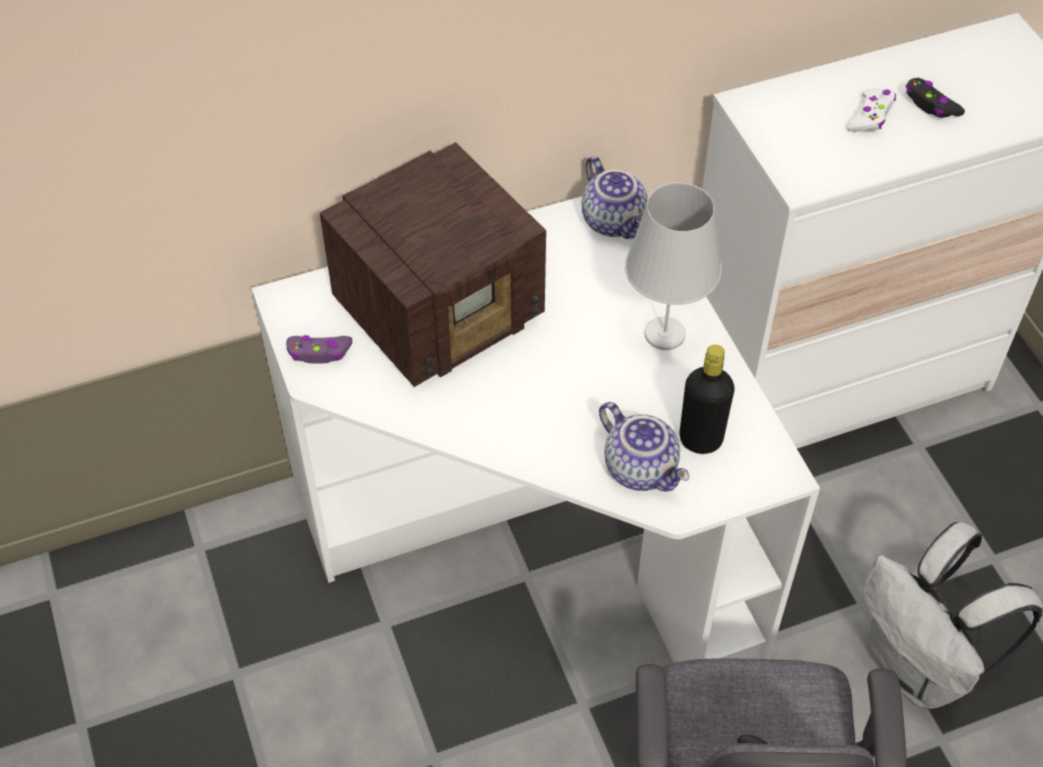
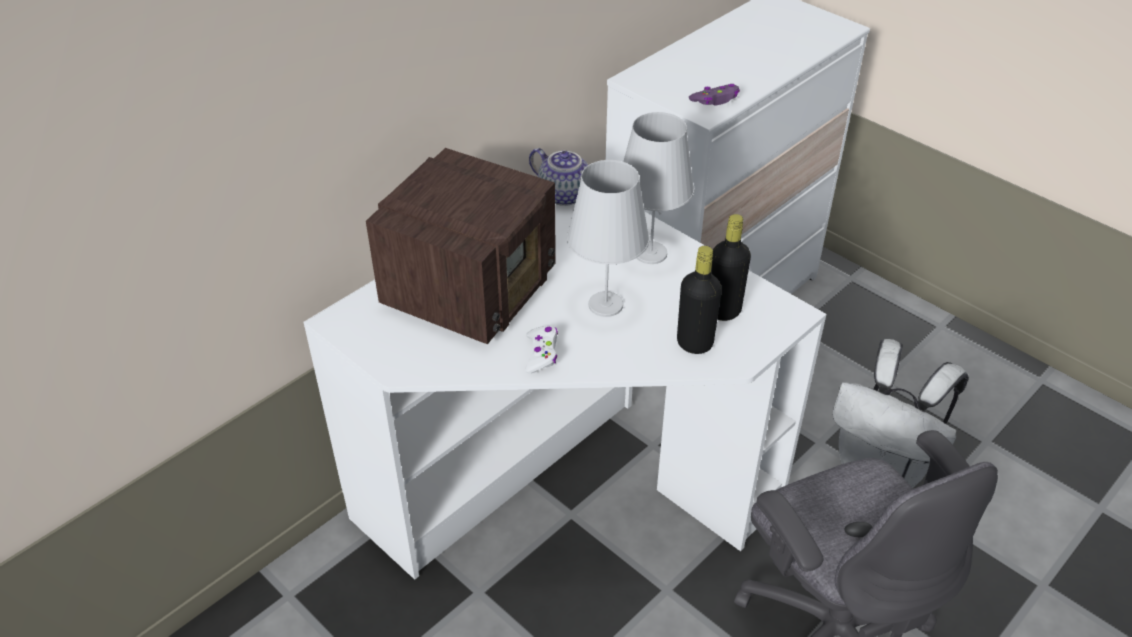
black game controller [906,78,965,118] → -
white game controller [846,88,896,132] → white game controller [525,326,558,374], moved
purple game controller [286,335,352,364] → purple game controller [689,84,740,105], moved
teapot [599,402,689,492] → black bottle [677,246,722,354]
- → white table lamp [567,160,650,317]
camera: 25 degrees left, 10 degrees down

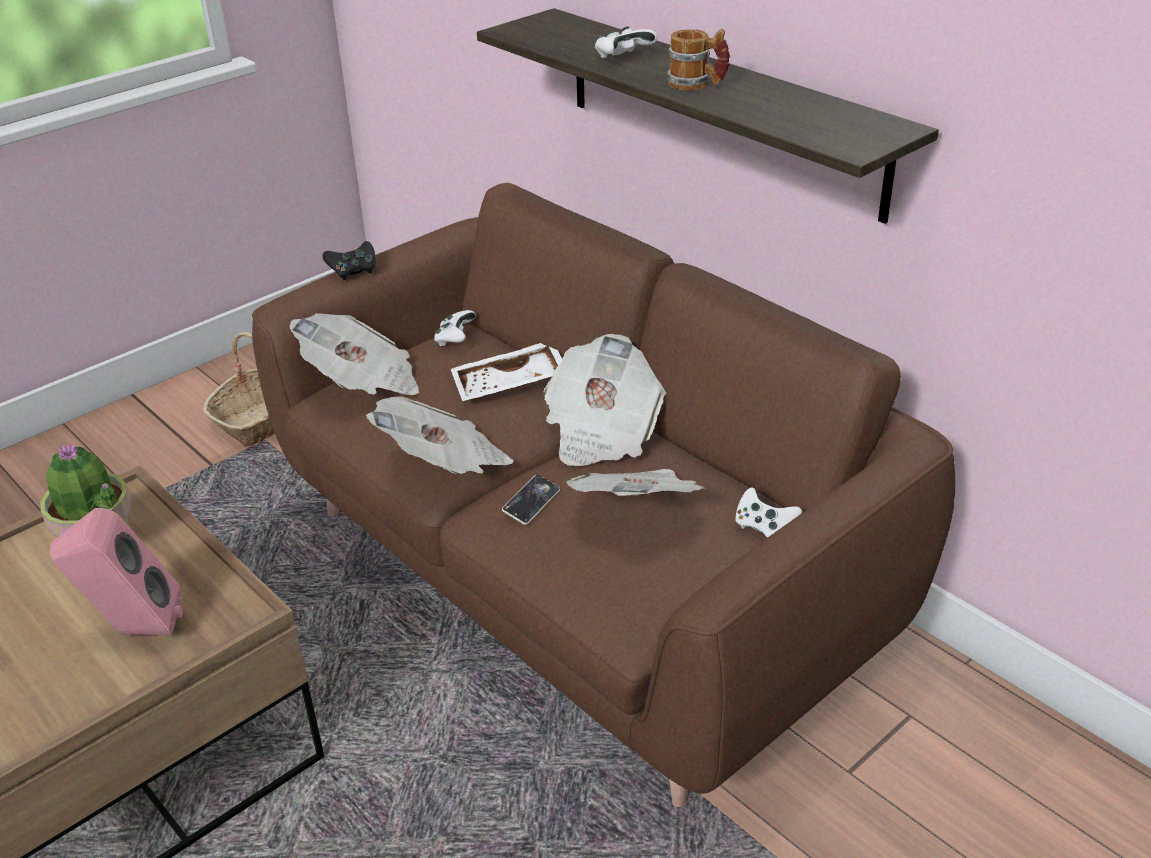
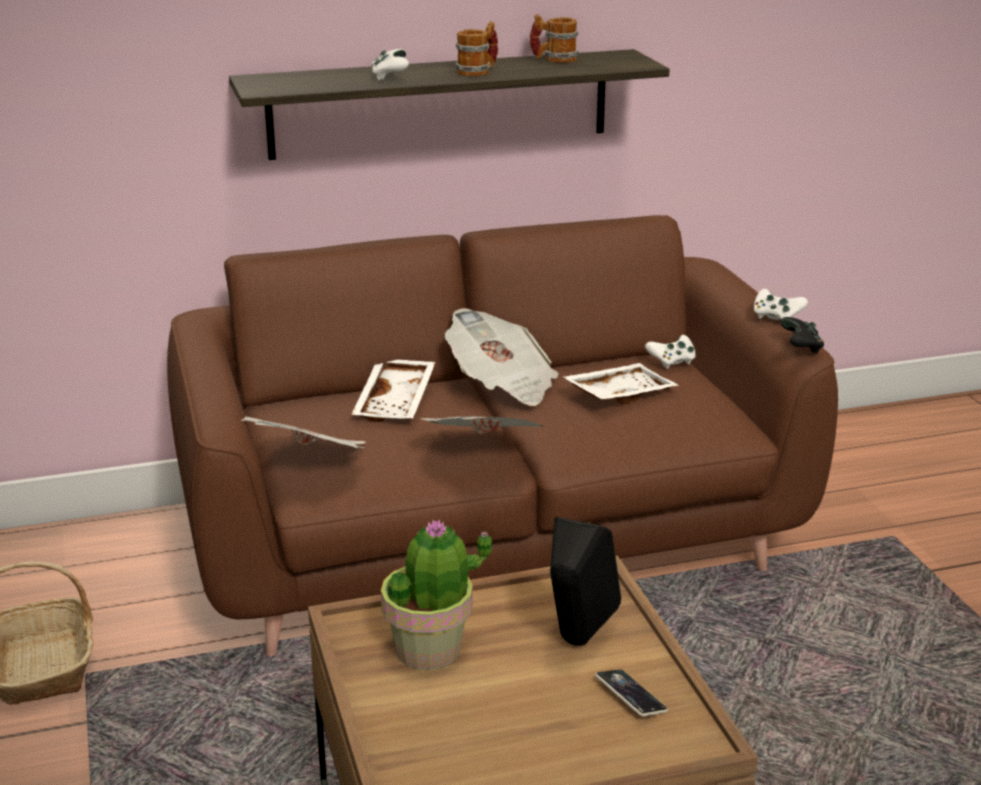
black game controller [322,241,376,280] → black game controller [780,317,824,353], moved
white game controller [434,310,476,346] → white game controller [754,289,808,320], moved
newspaper [566,469,706,496] → white tray [563,363,679,404]
phone [502,475,560,525] → phone [595,669,668,716], moved
pink speaker [50,508,183,636] → black speaker [550,517,621,646]
- → mug [530,14,578,63]
camera: 65 degrees left, 10 degrees down

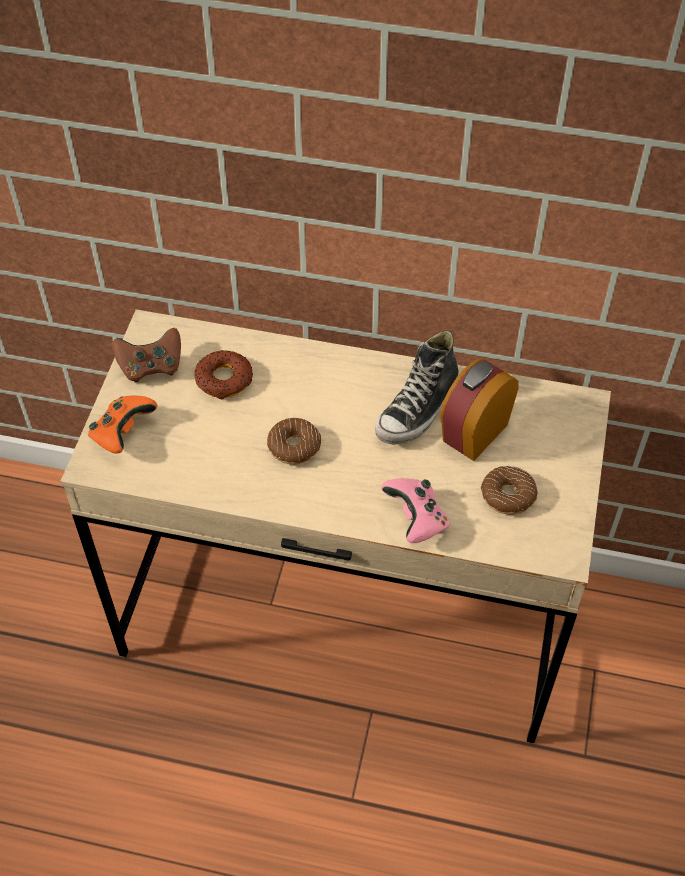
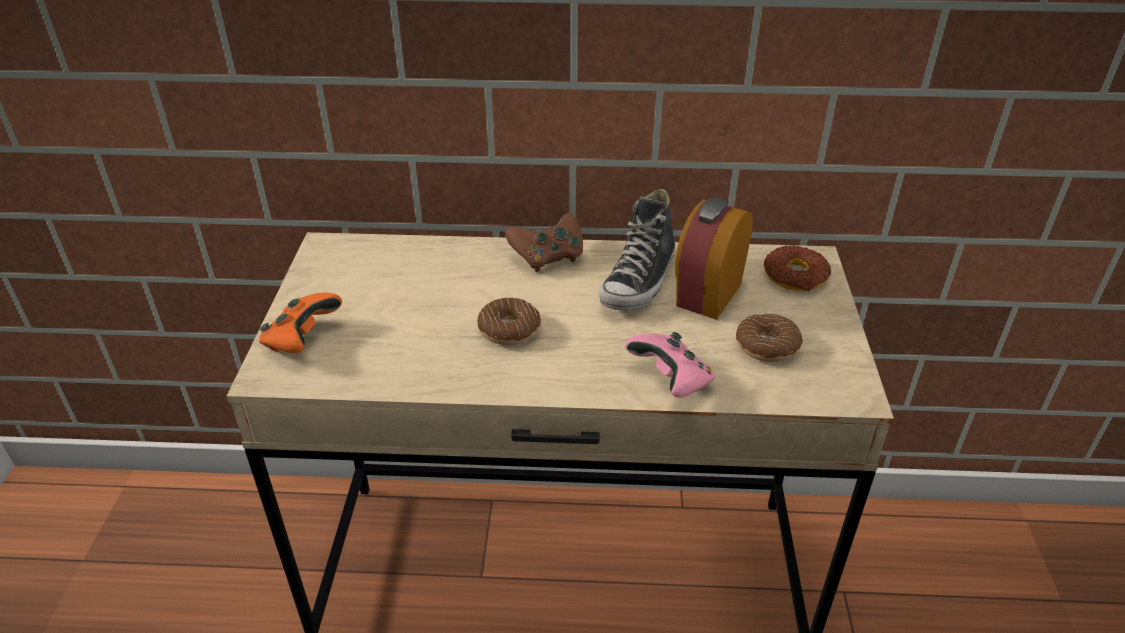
brown game controller [112,328,181,383] → brown game controller [505,213,583,272], moved
donut [195,350,253,399] → donut [764,245,831,291], moved
camera: 10 degrees left, 15 degrees down

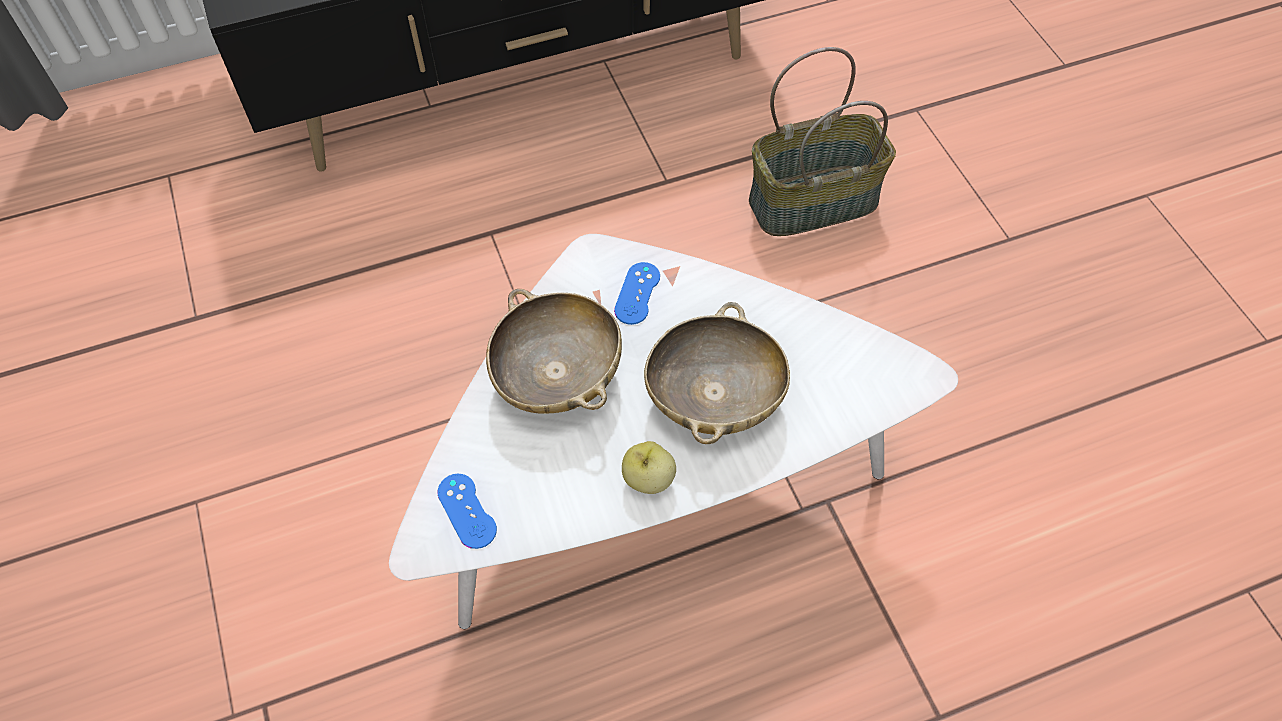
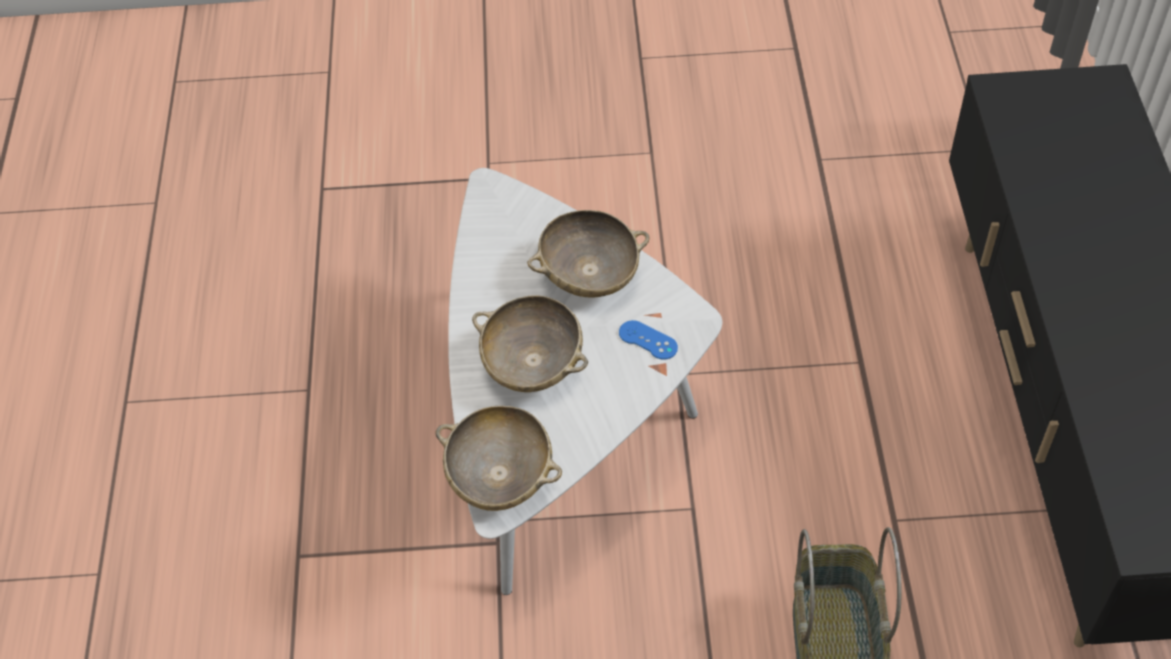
apple [622,441,676,494] → -
blue game controller [438,474,497,549] → -
- → beige bowl [436,406,562,511]
camera: 110 degrees right, 5 degrees down

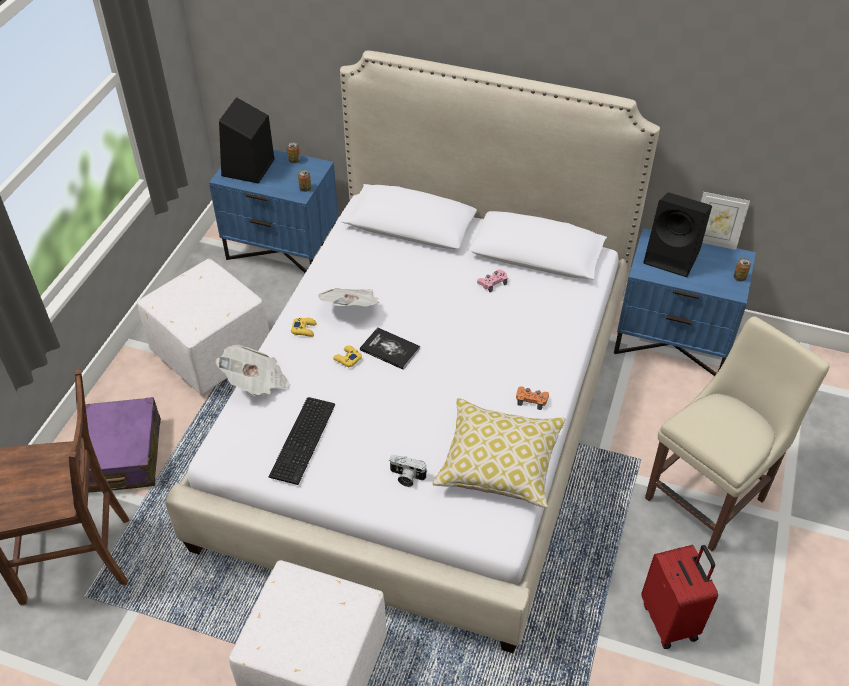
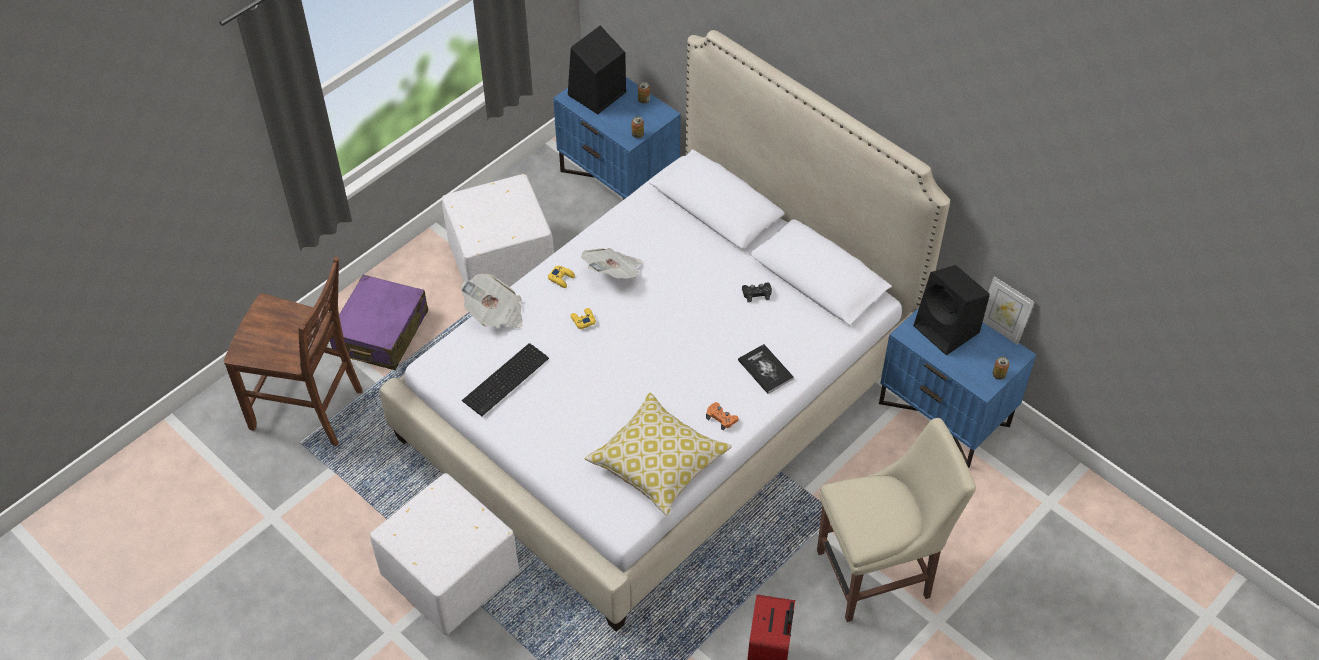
pink game controller [477,270,507,292] → black game controller [742,282,772,302]
book [360,327,420,370] → book [738,344,794,394], moved
photo camera [390,455,427,487] → -
camera: 25 degrees right, 5 degrees up

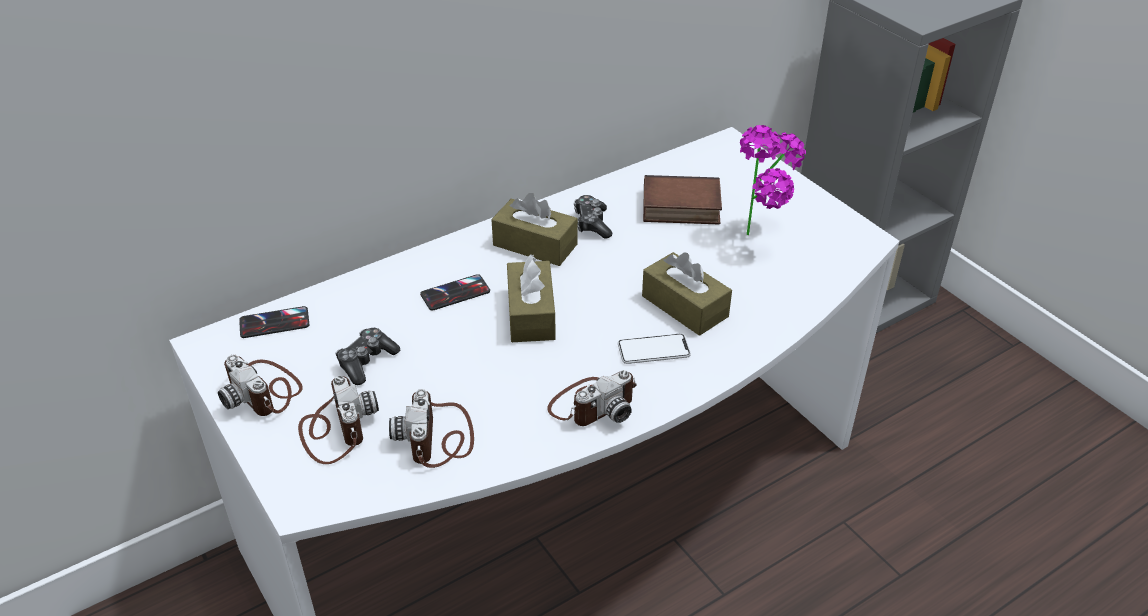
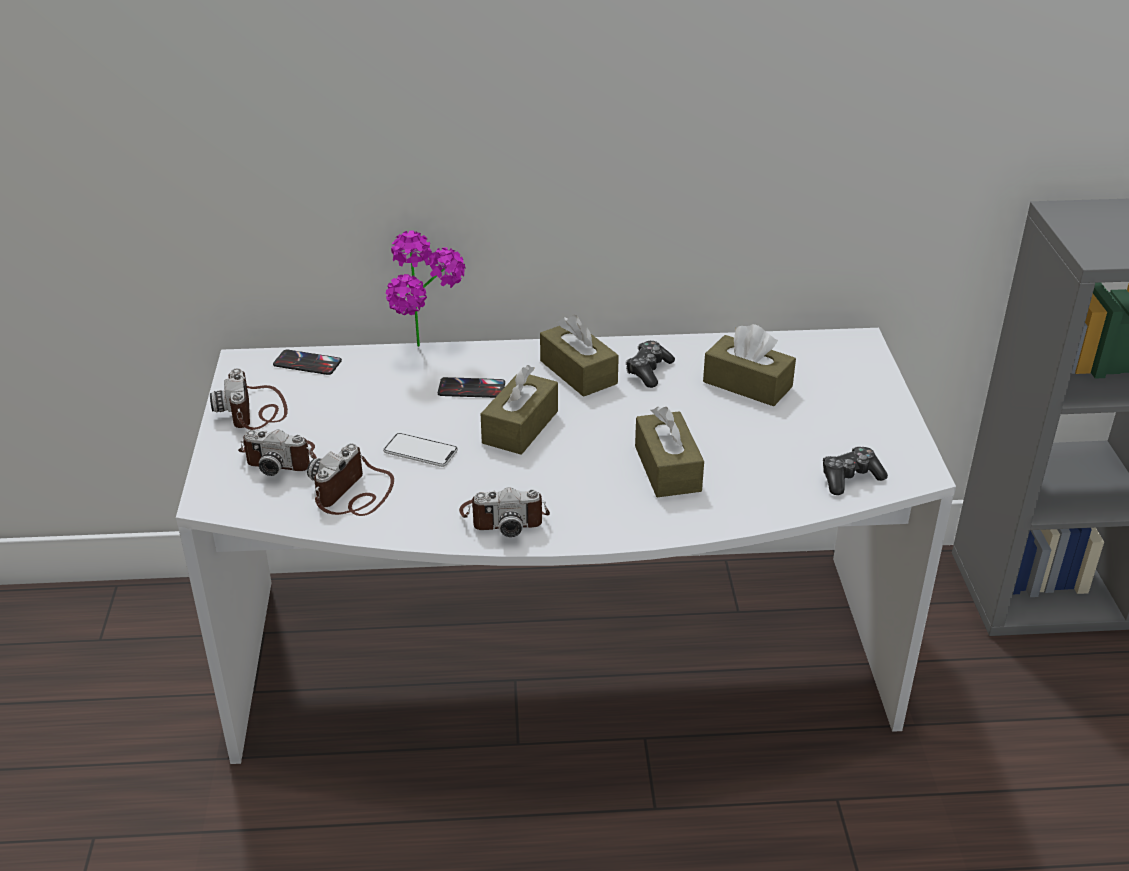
potted plant [740,125,806,235] → potted plant [386,230,466,347], moved
book [643,175,722,225] → brown tissue box [703,324,796,406]
game controller [335,328,400,385] → game controller [823,447,888,495], moved
phone [618,334,691,364] → phone [383,433,458,467], moved
photo camera [298,376,379,464] → photo camera [238,429,317,476], 90 degrees clockwise
camera: 30 degrees right, 5 degrees down

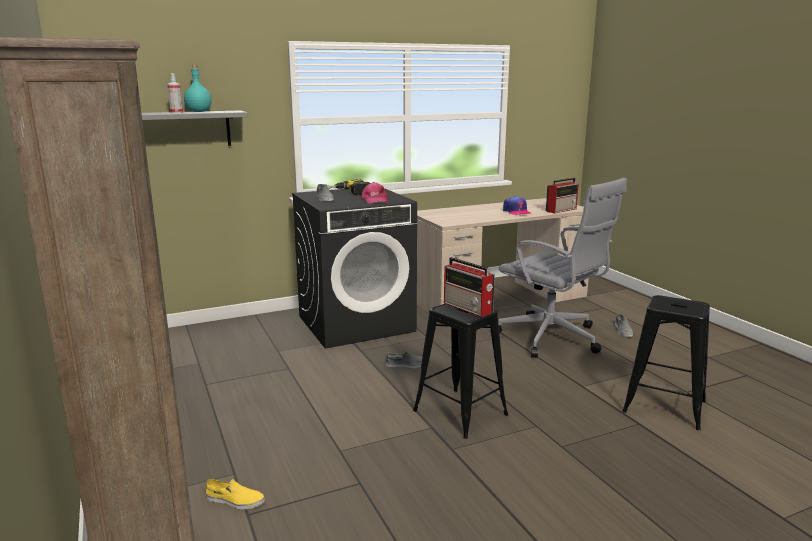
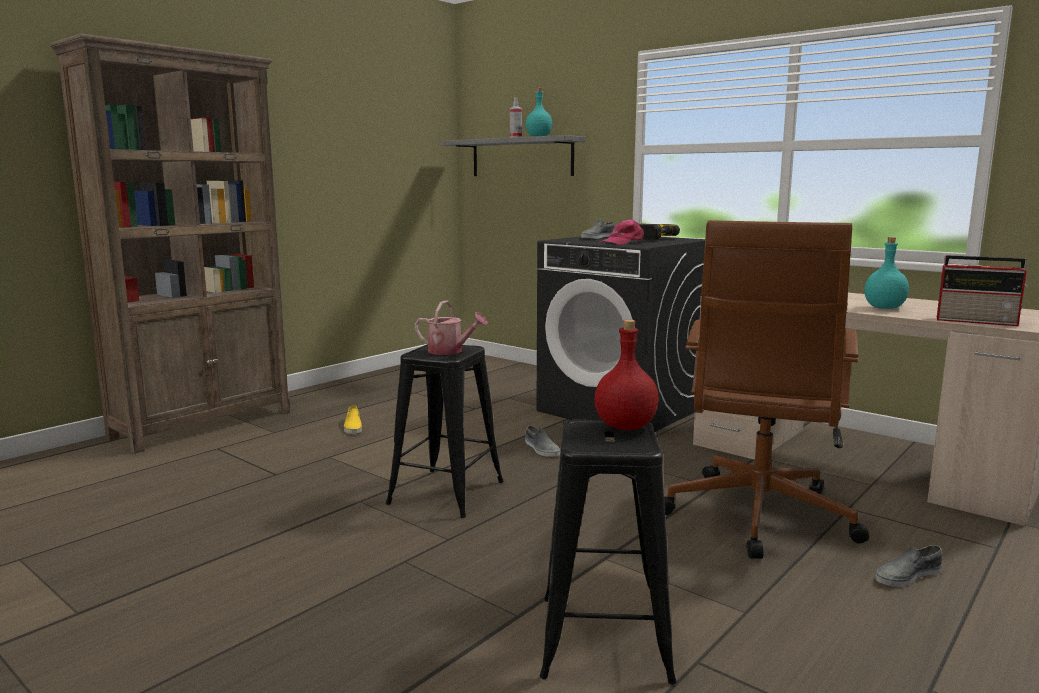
grey office chair [498,178,627,358] → brown office chair [664,220,869,559]
cap [503,196,531,215] → turquoise bottle [864,237,909,309]
radio [444,257,495,317] → watering can [415,301,488,355]
yellow shoe [206,479,265,509] → yellow shoe [344,405,362,434], moved
- → red bottle [595,320,659,430]
camera: 65 degrees right, 5 degrees down

